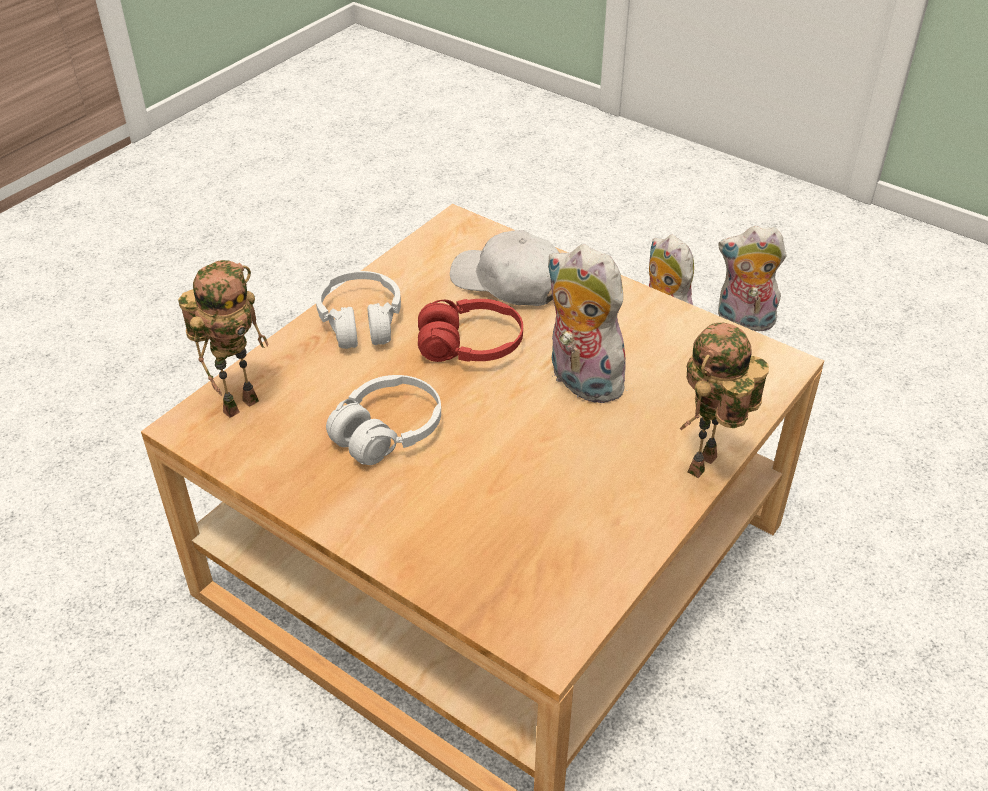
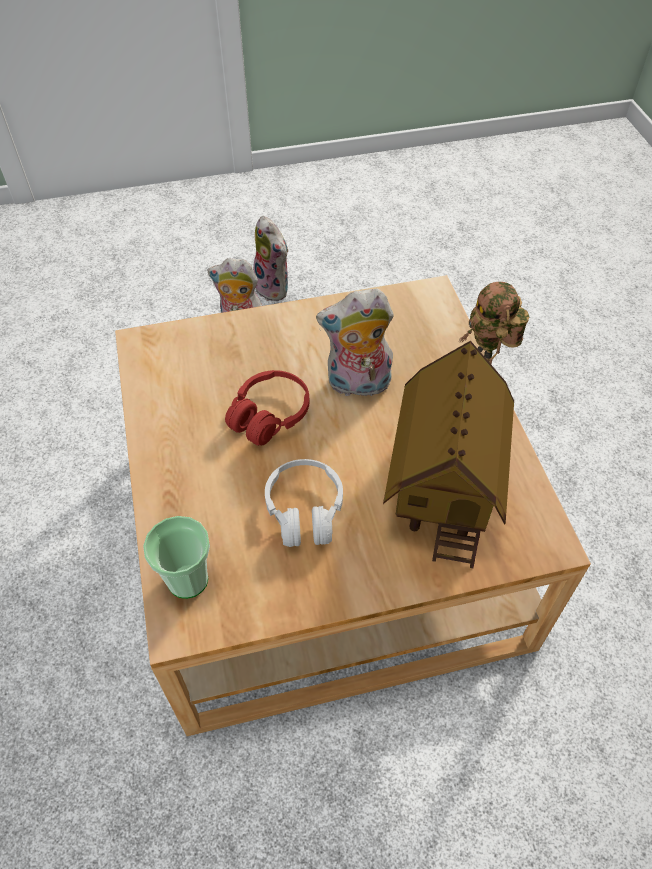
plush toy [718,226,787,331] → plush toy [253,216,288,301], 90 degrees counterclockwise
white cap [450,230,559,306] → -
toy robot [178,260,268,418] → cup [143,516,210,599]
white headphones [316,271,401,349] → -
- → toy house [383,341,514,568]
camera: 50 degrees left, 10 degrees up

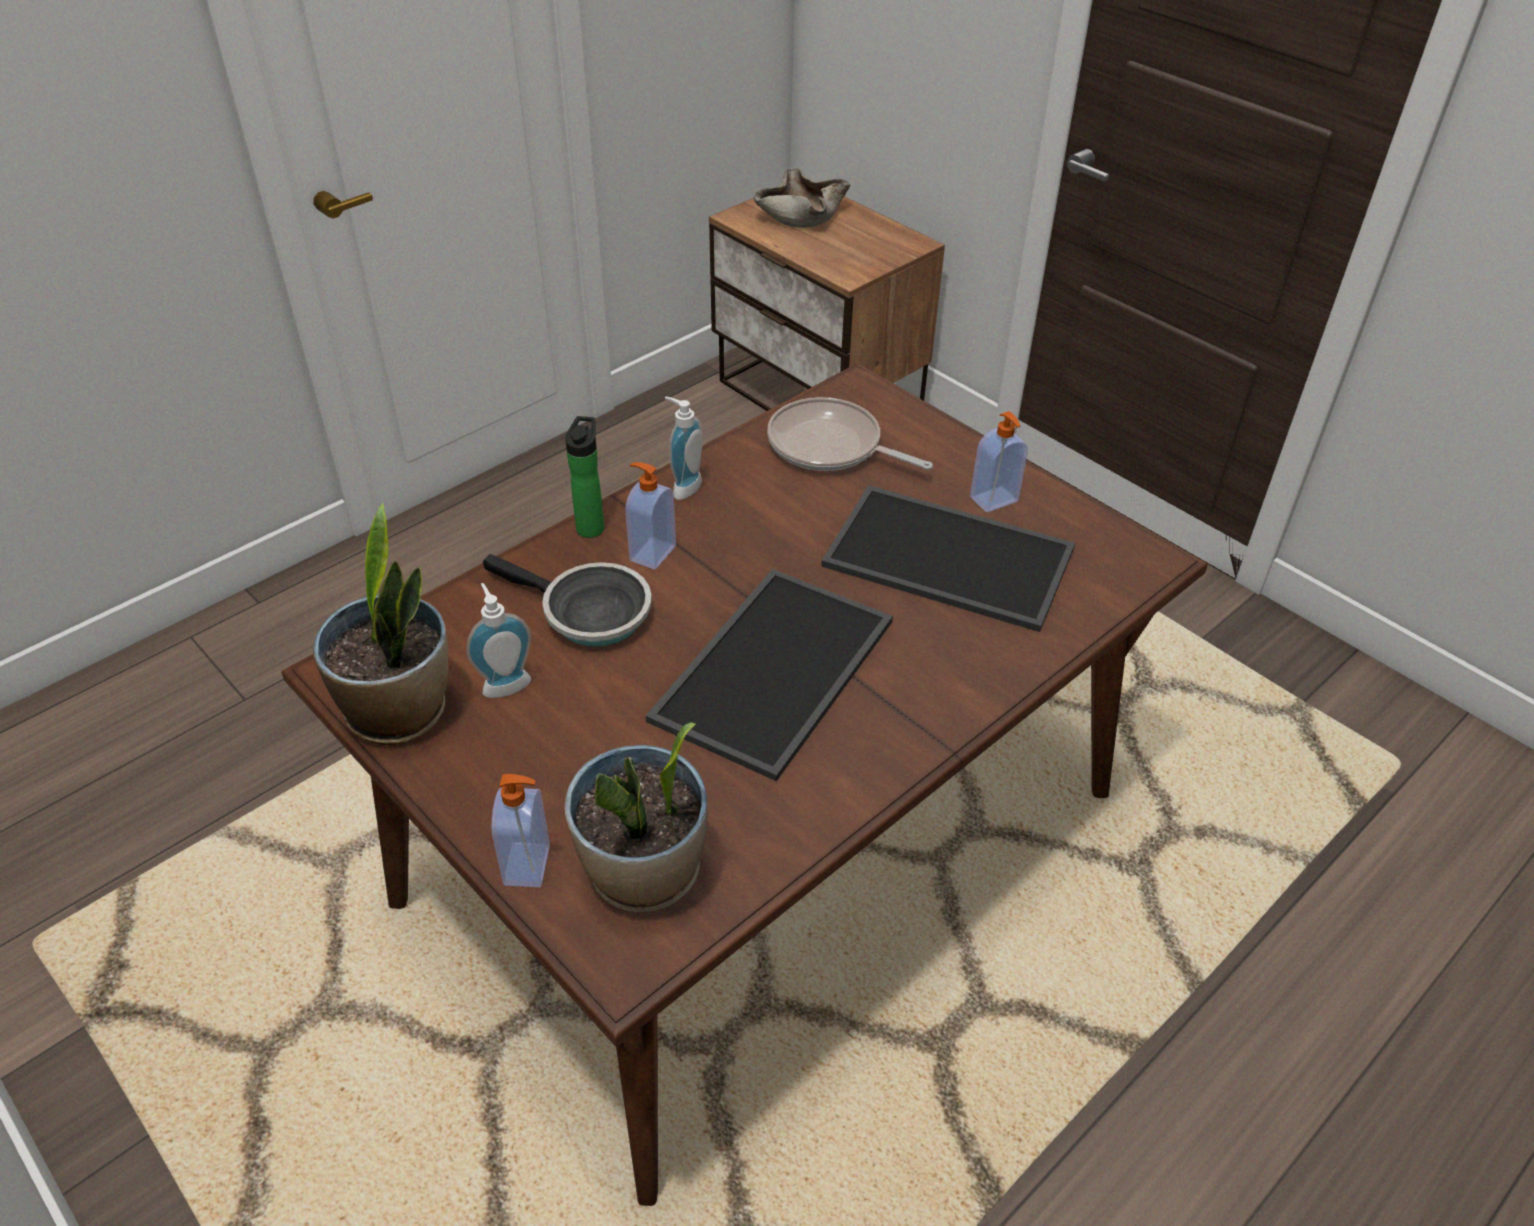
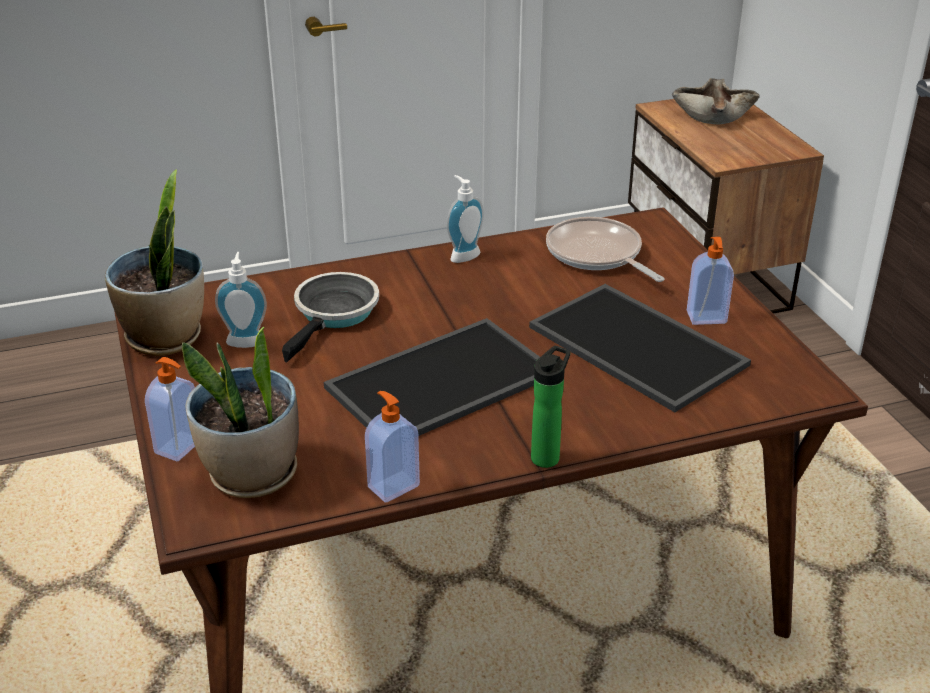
bottle [565,416,604,538] → bottle [531,346,570,468], moved
soap dispenser [625,462,676,570] → soap dispenser [365,391,420,503], moved
frying pan [483,554,652,647] → frying pan [282,272,379,362], 120 degrees counterclockwise
camera: 25 degrees right, 10 degrees down

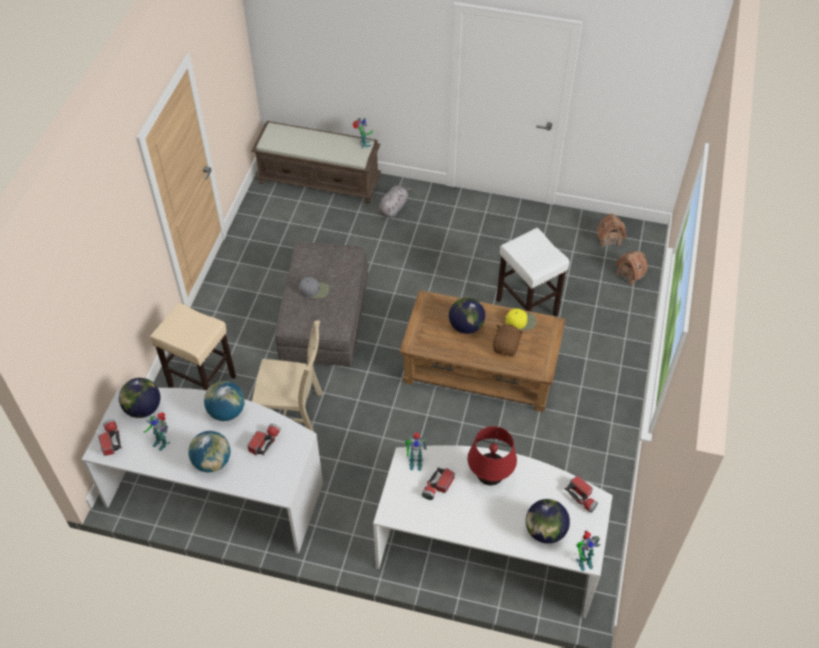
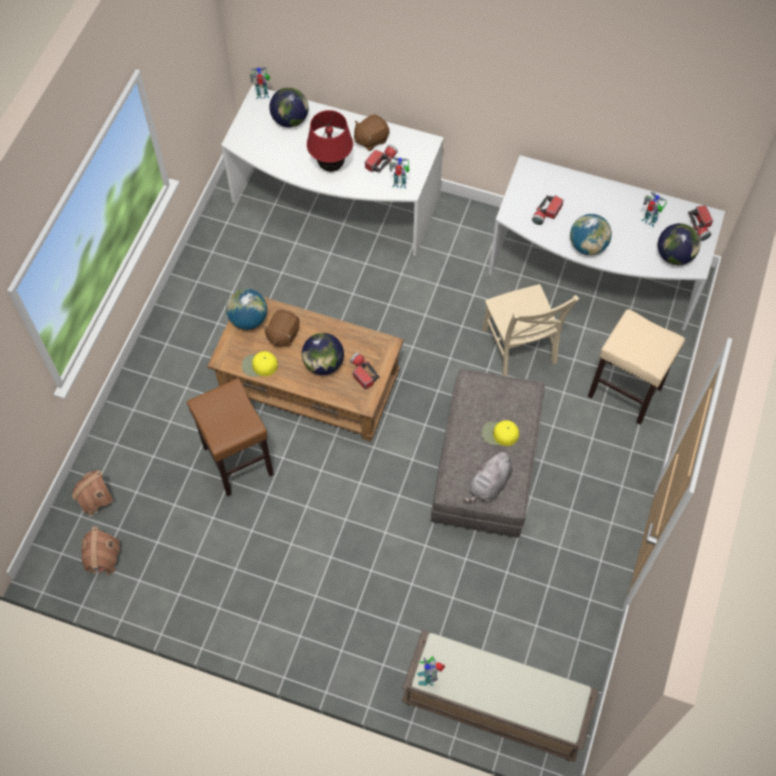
grey plush toy [379,186,413,217] → grey plush toy [462,450,512,502], moved
white stool [496,228,570,317] → brown stool [187,378,274,497]
grey cap [299,277,329,299] → yellow cap [482,420,519,446]
beige chair [252,320,323,432] → beige chair [482,284,579,376], 120 degrees counterclockwise
globe [188,431,230,472] → globe [226,288,268,330], moved
flashlight [565,475,598,513] → flashlight [350,352,380,389], moved
- → brown plush toy [354,114,390,151]
camera: 175 degrees left, 10 degrees up

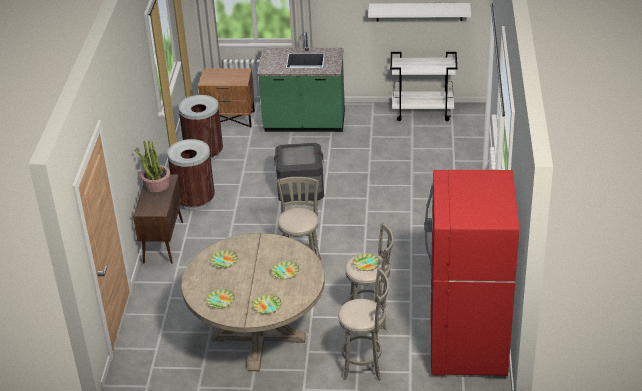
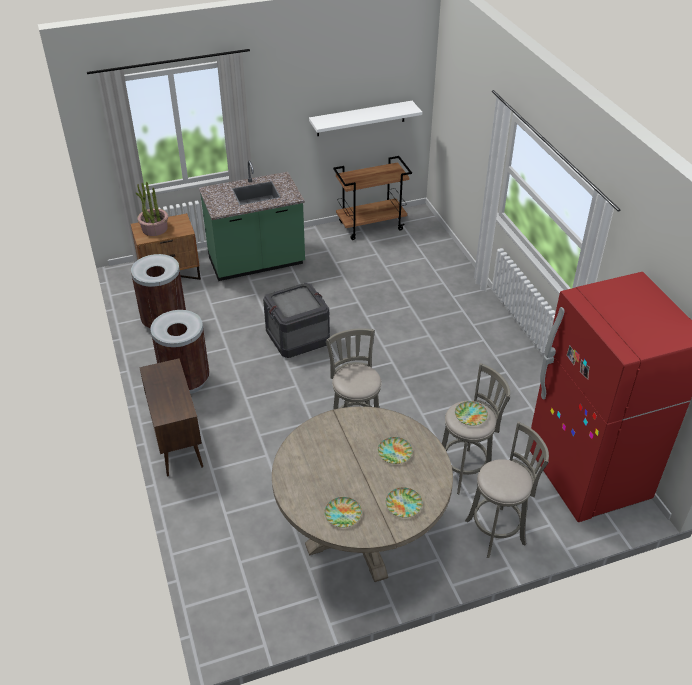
white cart [390,52,457,121] → brown cart [333,156,412,240]
potted plant [134,141,170,192] → potted plant [136,181,168,236], moved
plate [210,250,238,268] → -
camera: 25 degrees left, 5 degrees up

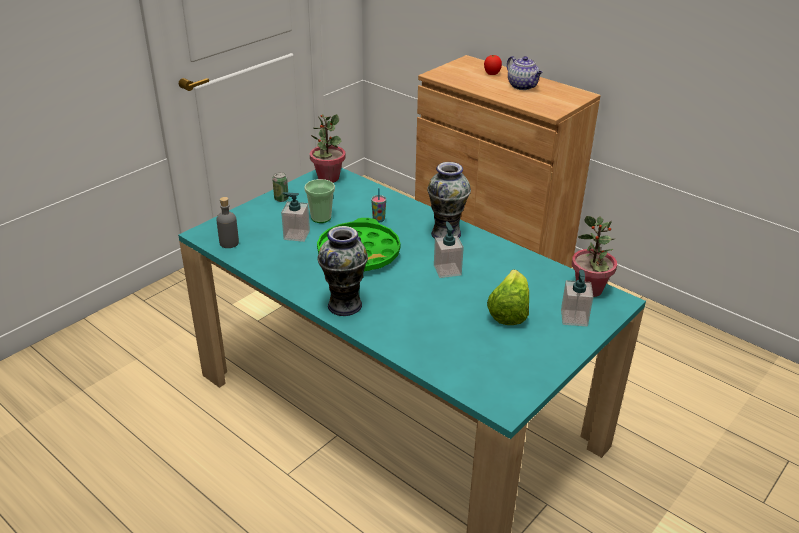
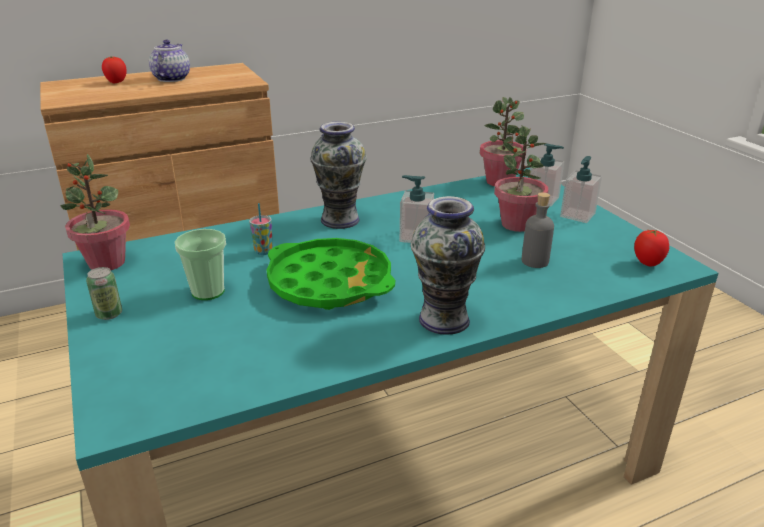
teapot [507,56,543,90] → teapot [149,40,190,82], 75 degrees counterclockwise
soap dispenser [281,192,310,242] → soap dispenser [560,156,602,223], moved
grey bottle [216,197,239,248] → grey bottle [521,192,554,268], moved
lettuce [487,269,529,325] → potted plant [494,126,548,232]
- → tomato [634,230,669,266]
camera: 65 degrees left, 5 degrees down

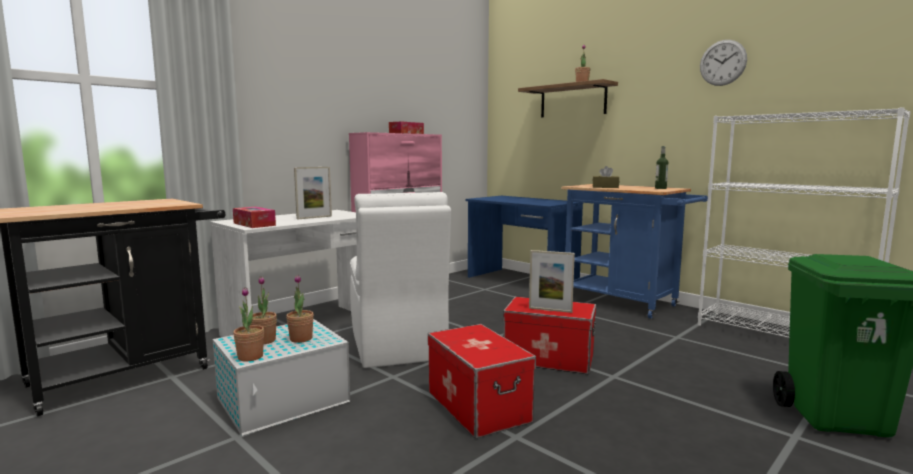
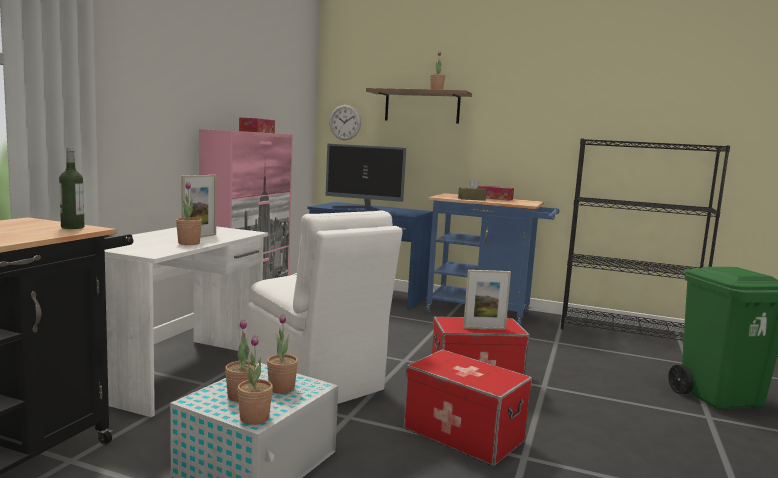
wall clock [700,40,747,86] → wall clock [329,105,361,140], moved
white bookcase [698,107,911,338] → black bookcase [561,138,730,341]
bottle [655,146,668,189] → bottle [59,148,85,229], moved
tissue box [233,207,276,228] → tissue box [477,185,514,201], moved
- → monitor [326,144,406,211]
- → potted plant [176,182,202,245]
camera: 25 degrees left, 0 degrees up

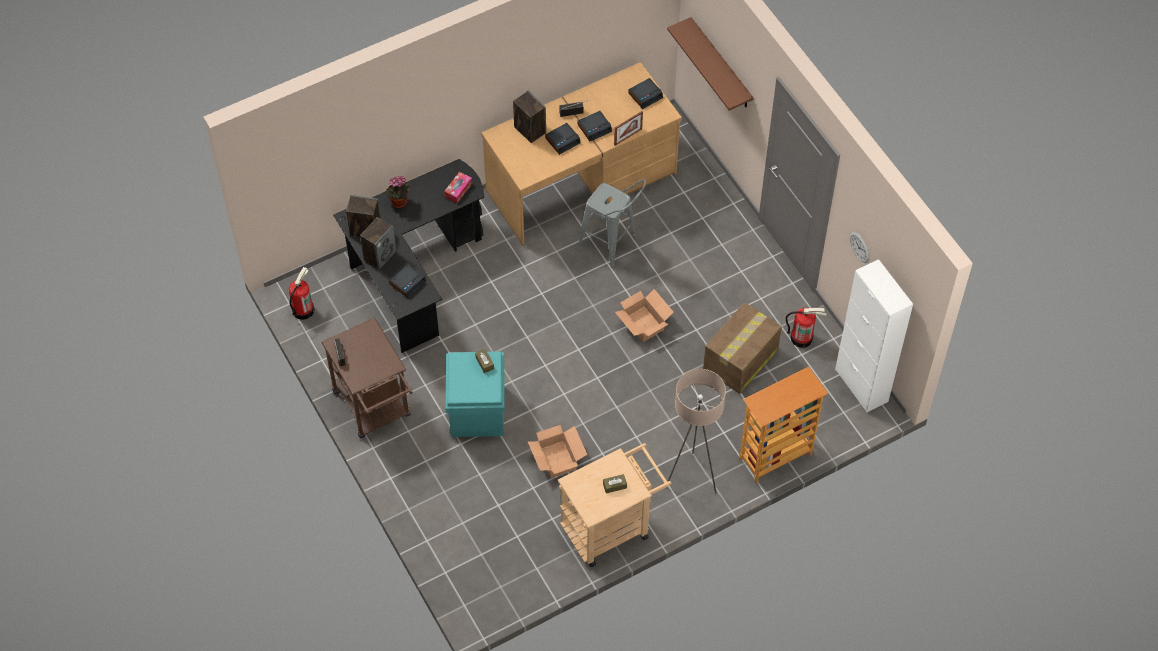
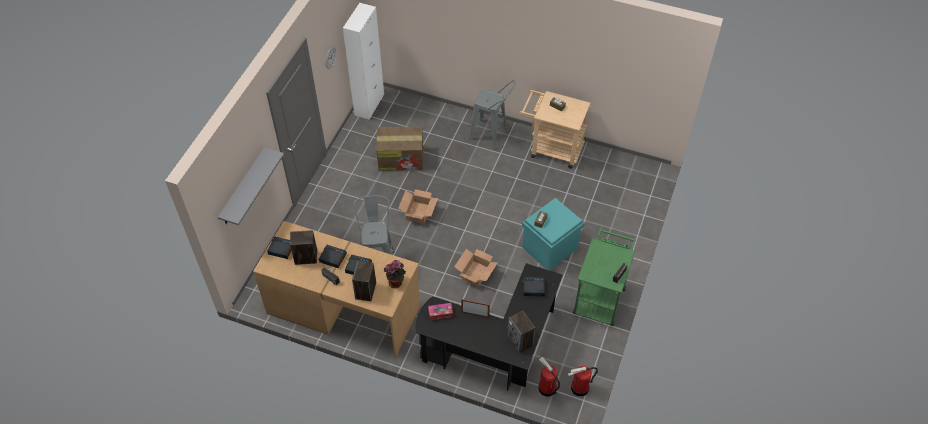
brown shelf [667,17,753,111] → grey shelf [218,147,284,225]
picture frame [614,111,643,146] → picture frame [461,299,490,317], moved
potted plant [384,176,411,208] → potted plant [384,260,406,288], moved
speaker [360,217,397,270] → speaker [290,230,317,265], moved
fire extinguisher [785,308,826,348] → fire extinguisher [538,357,560,397], moved
brown cart [321,318,413,439] → green cart [573,227,636,326]
bookcase [739,367,828,483] → -
beige floor lamp [666,369,726,493] → grey stool [469,80,515,149]
cardboard box [528,425,587,478] → cardboard box [454,249,498,287], moved
camera: 130 degrees left, 5 degrees down

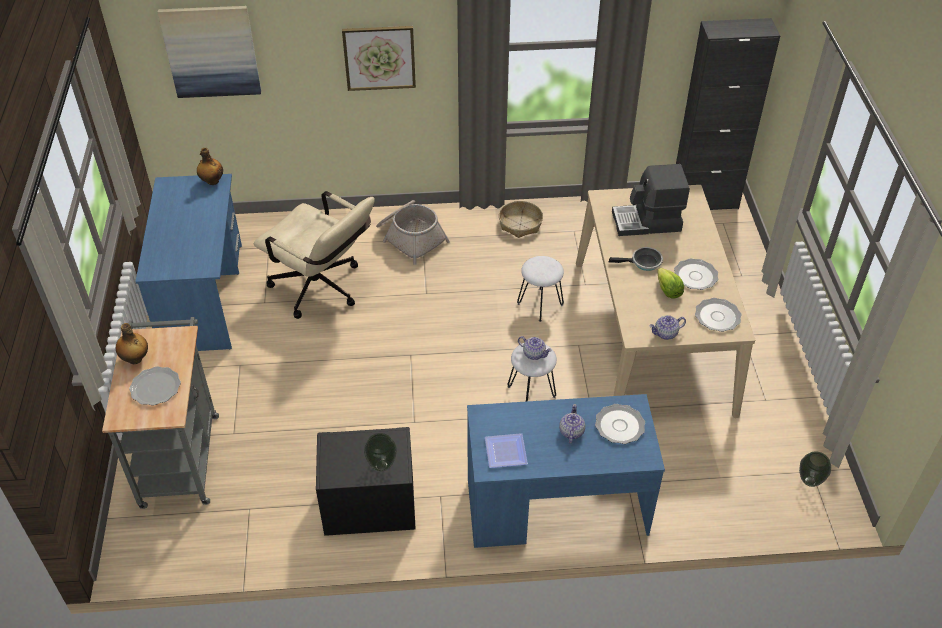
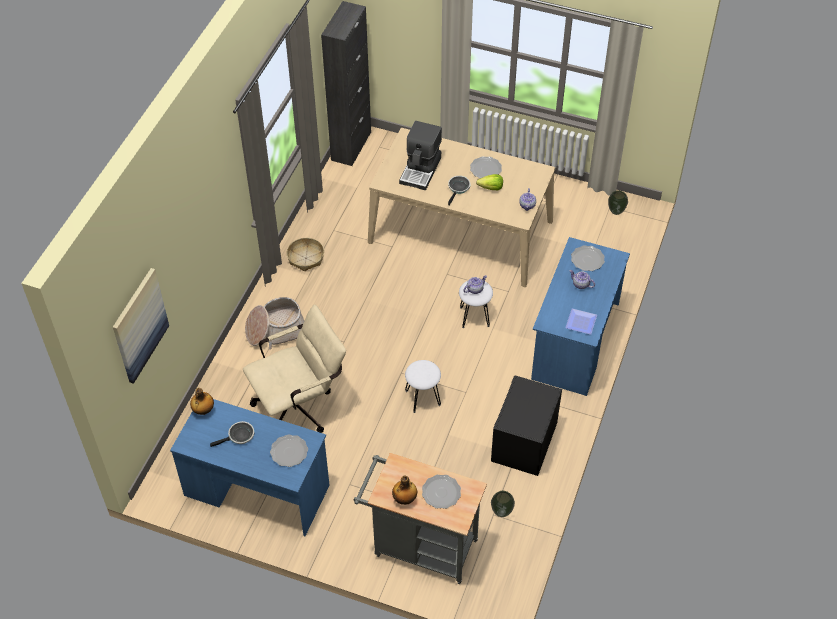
picture [342,26,416,91] → -
white stool [517,256,564,322] → white stool [405,360,441,413], moved
plate [695,298,742,332] → plate [270,434,308,467], moved
vase [364,433,397,472] → vase [491,491,515,517], moved
- → frying pan [210,421,254,447]
camera: 65 degrees left, 5 degrees up

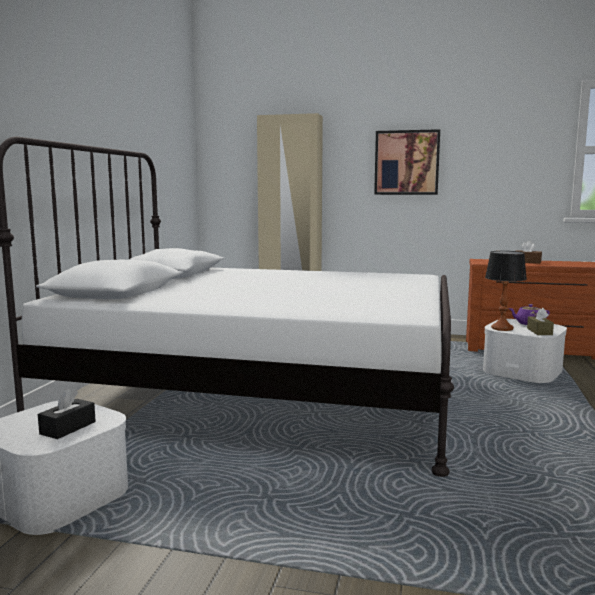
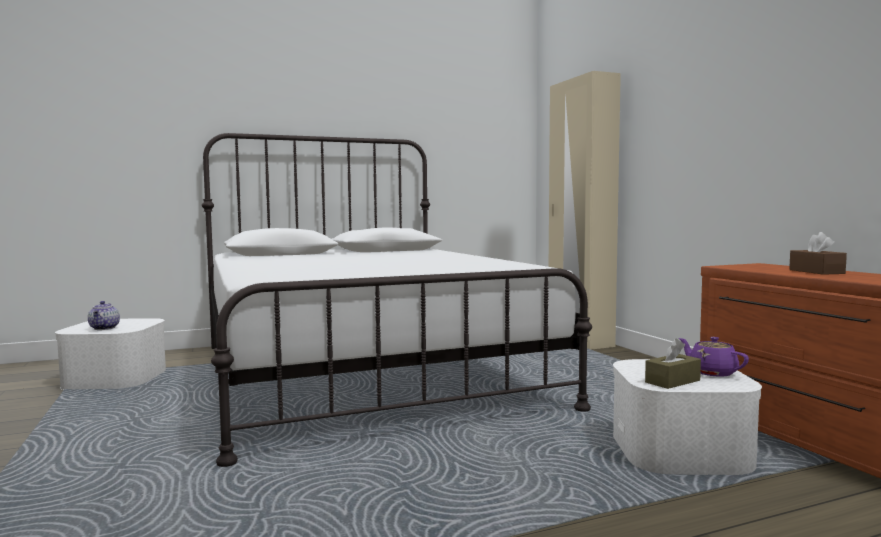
picture [374,129,440,195] → -
table lamp [485,251,527,331] → -
black tissue box [38,389,96,439] → teapot [88,301,120,330]
camera: 55 degrees right, 5 degrees down

